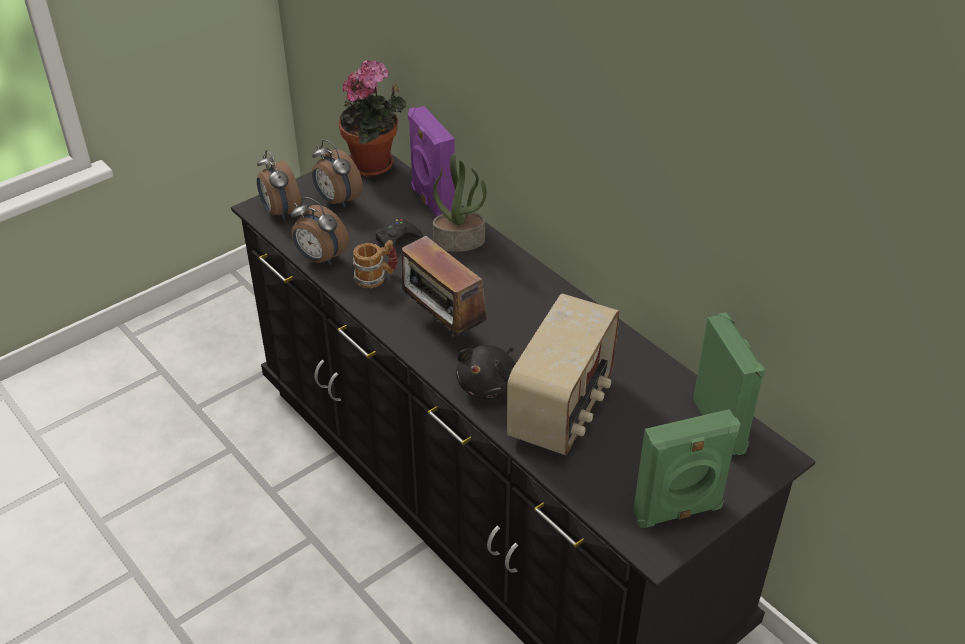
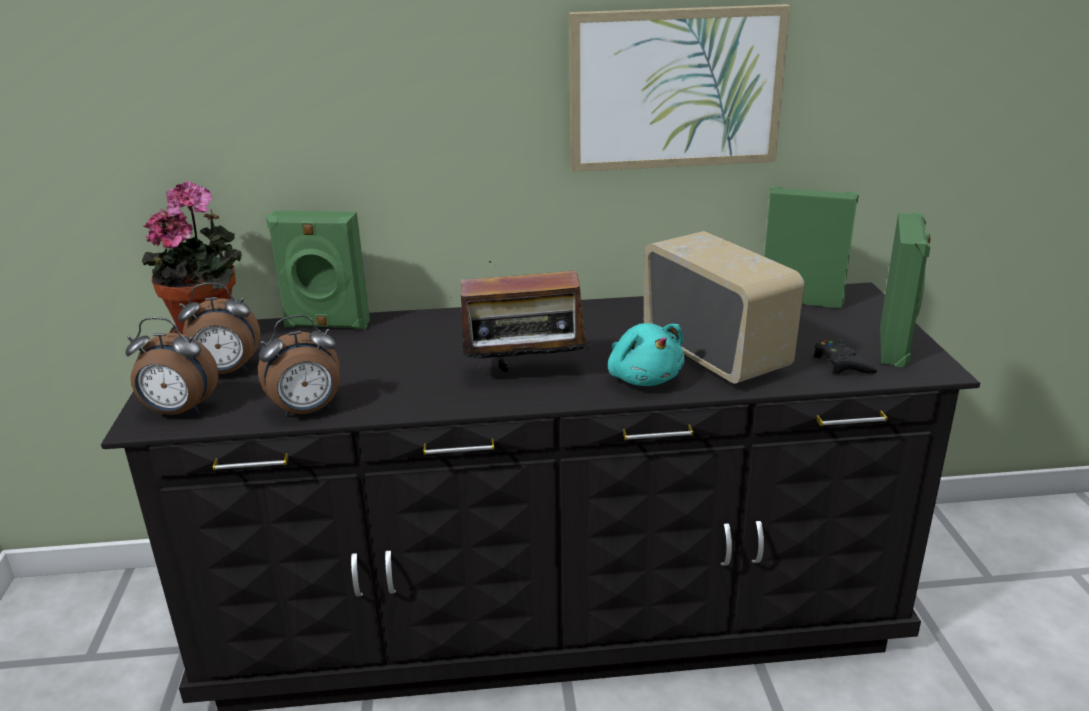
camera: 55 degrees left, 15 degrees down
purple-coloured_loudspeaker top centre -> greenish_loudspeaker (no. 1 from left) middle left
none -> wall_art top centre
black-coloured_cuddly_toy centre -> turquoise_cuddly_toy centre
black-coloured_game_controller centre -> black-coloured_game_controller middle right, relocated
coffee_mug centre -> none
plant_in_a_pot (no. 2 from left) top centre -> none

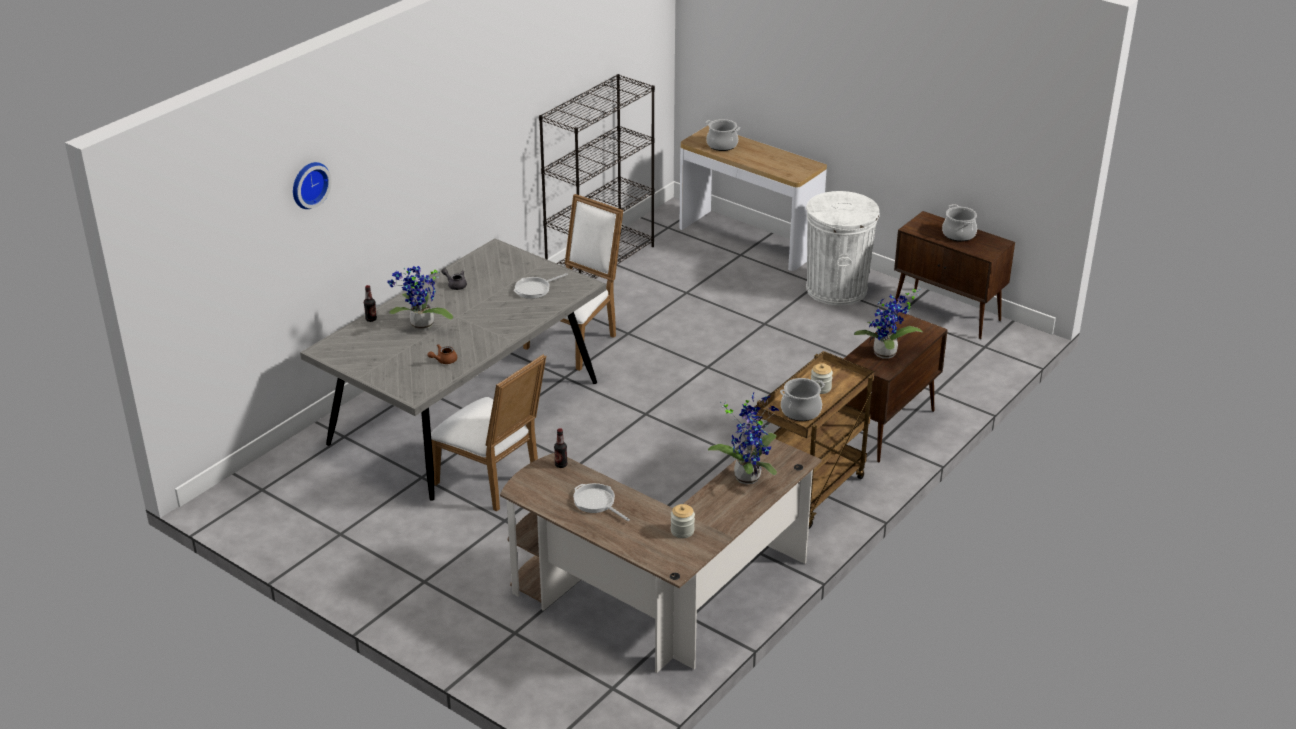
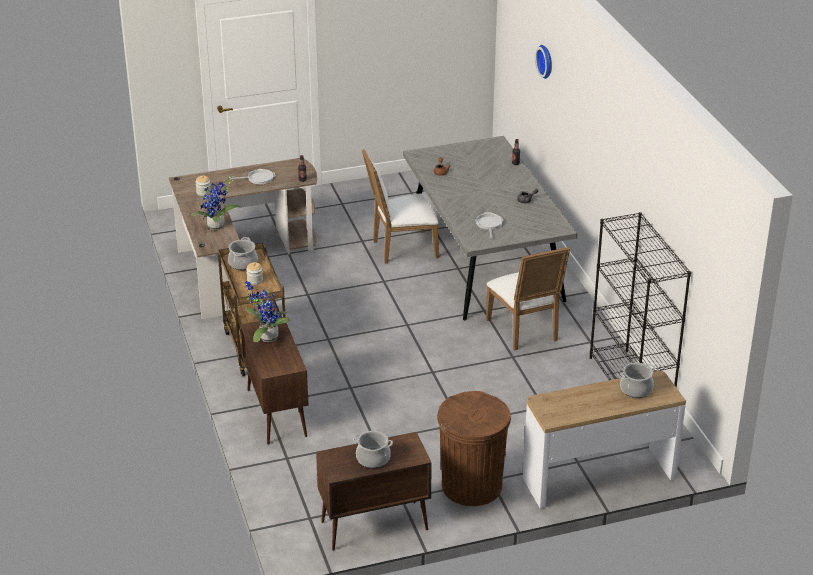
camera: 125 degrees right, 0 degrees up
whitish_trash_can centre -> brown_trash_can bottom centre
plant_in_a_pot (no. 1 from left) middle left -> none

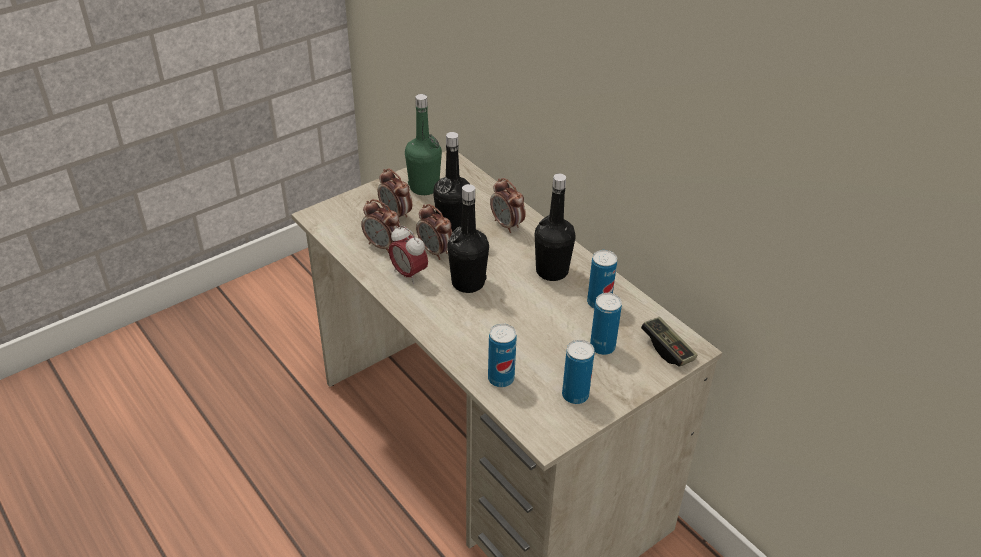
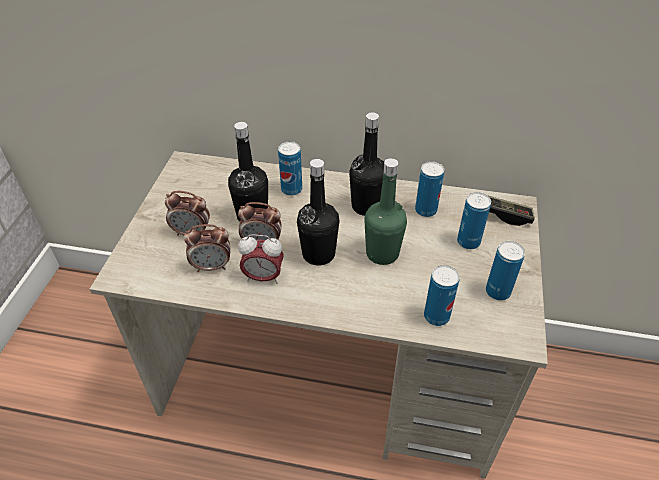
camera: 40 degrees left, 5 degrees up
alarm_clock (no. 5 from left) centre -> can (no. 1 from left) centre
greenish_bottle top centre -> greenish_bottle centre, relocated

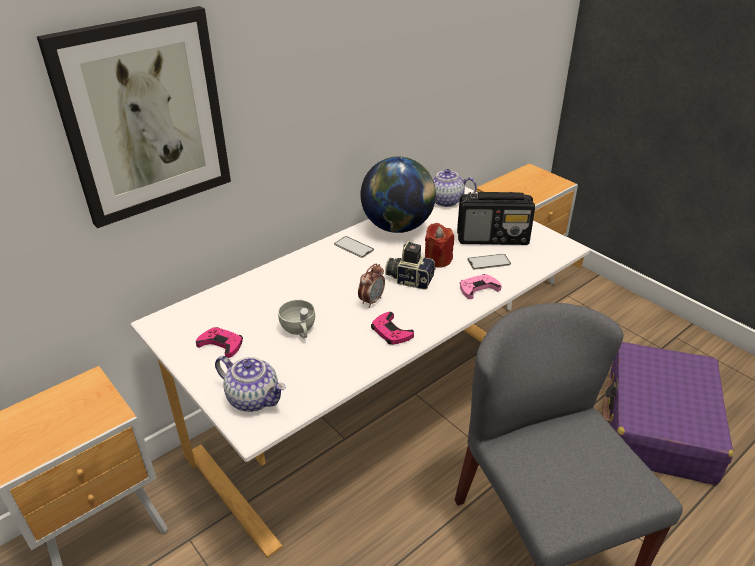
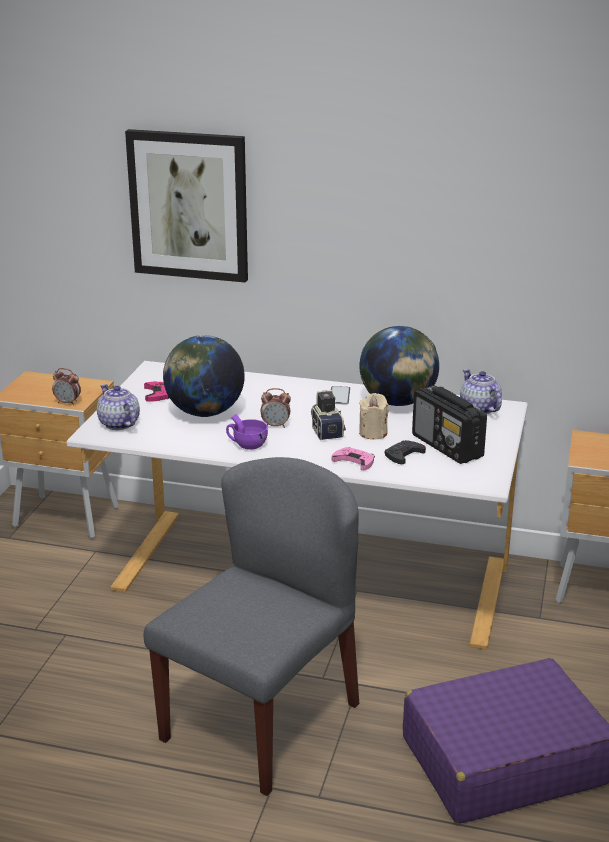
camera: 55 degrees right, 10 degrees down
none -> alarm_clock (no. 1 from left) middle left
teapot (no. 1 from left) bottom left -> teapot (no. 1 from left) middle left, 150 degrees clockwise
whitish_small_cup centre -> desk_globe (no. 1 from left) centre
pinkish_game_controller (no. 2 from left) centre -> purple-coloured_small_cup centre
red_wax_candle centre -> sand-coloured_wax_candle centre
telephone (no. 2 from left) centre -> black-coloured_game_controller centre

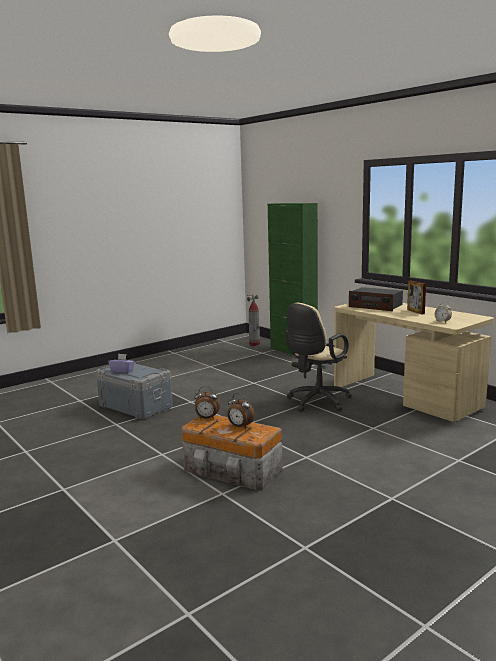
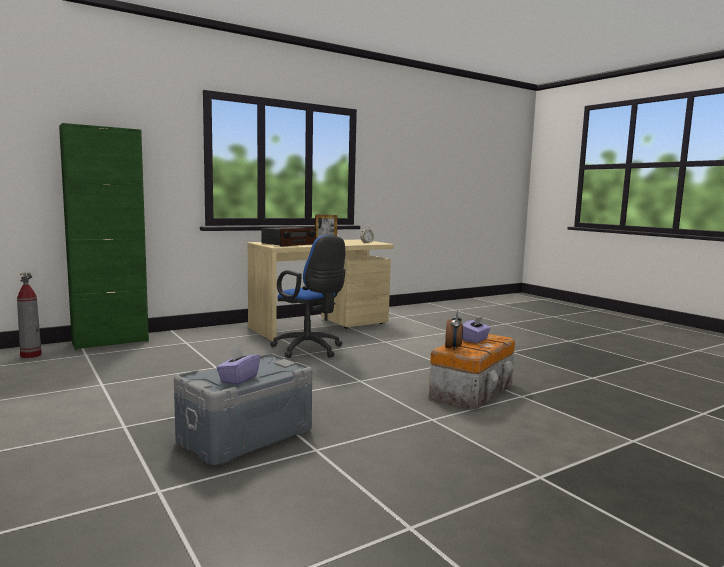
camera: 85 degrees left, 5 degrees down
sand-coloured_office_chair centre -> bluish_office_chair centre
alarm_clock (no. 2 from left) centre -> purple-coloured_box_of_tissues (no. 2 from left) centre

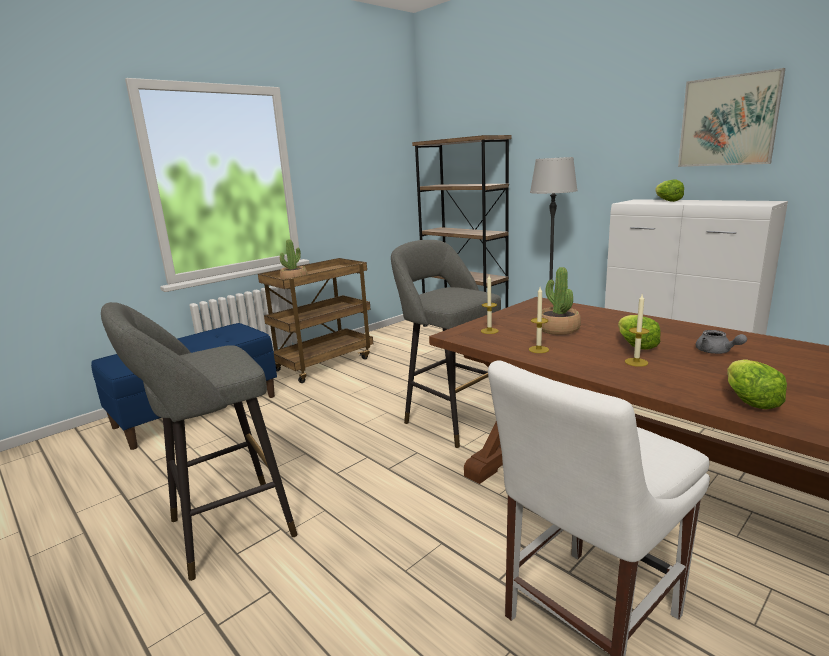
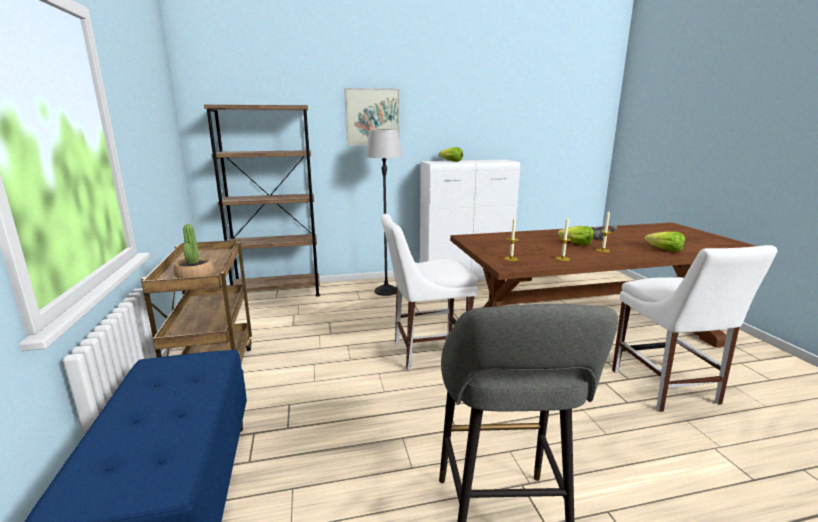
camera: 60 degrees left, 0 degrees up
wall_art top right -> wall_art top centre, relocated
gray_stool_seat (no. 2 from left) centre -> whitish_chair (no. 1 from left) centre
plant_in_a_pot (no. 2 from left) middle right -> none

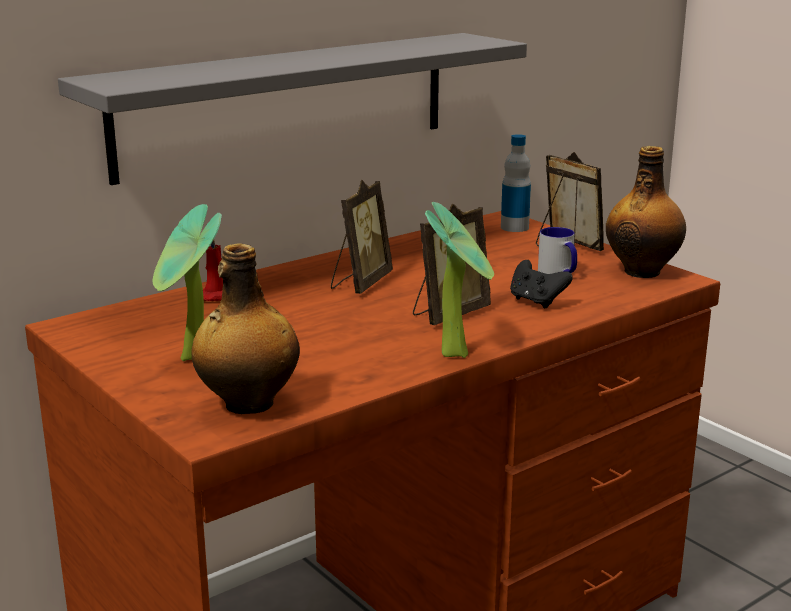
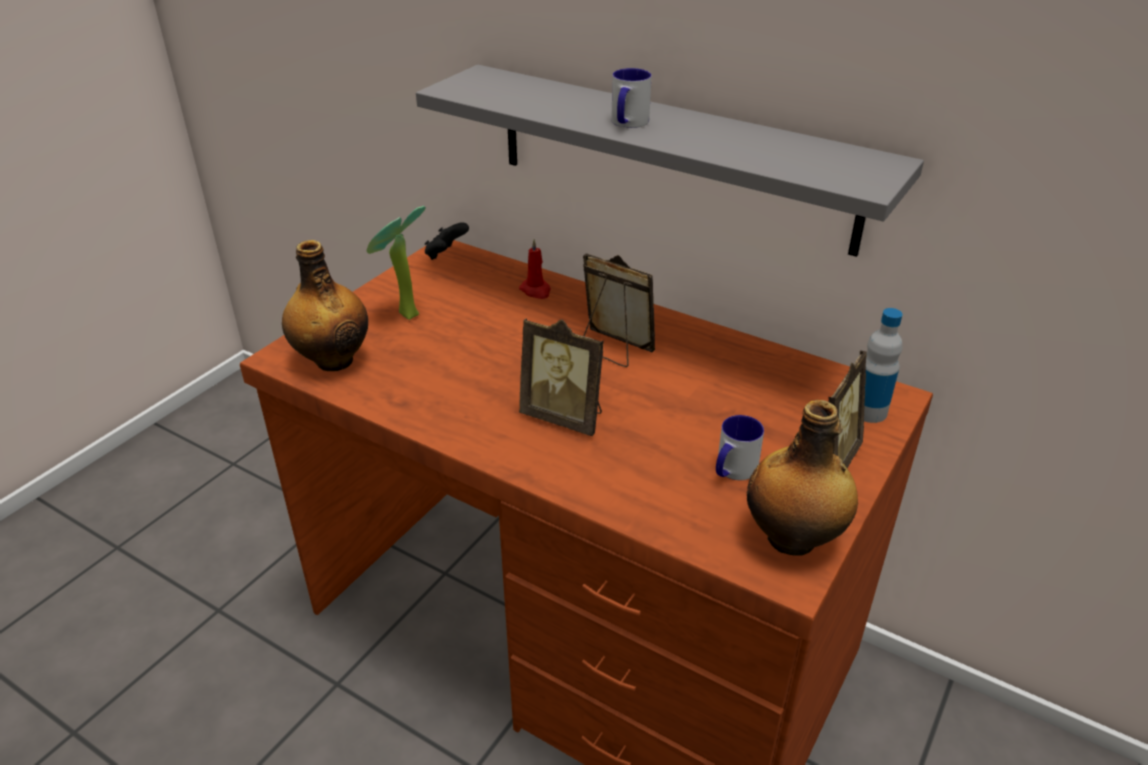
camera: 70 degrees right, 15 degrees up
black-coloured_game_controller middle right -> black-coloured_game_controller top centre, relocated
photo_frame (no. 1 from left in the first image) centre -> photo_frame (no. 2 from left) centre, 150 degrees counterclockwise
none -> coffee_mug (no. 1 from left) top centre
plant_in_a_pot (no. 2 from left) centre -> none

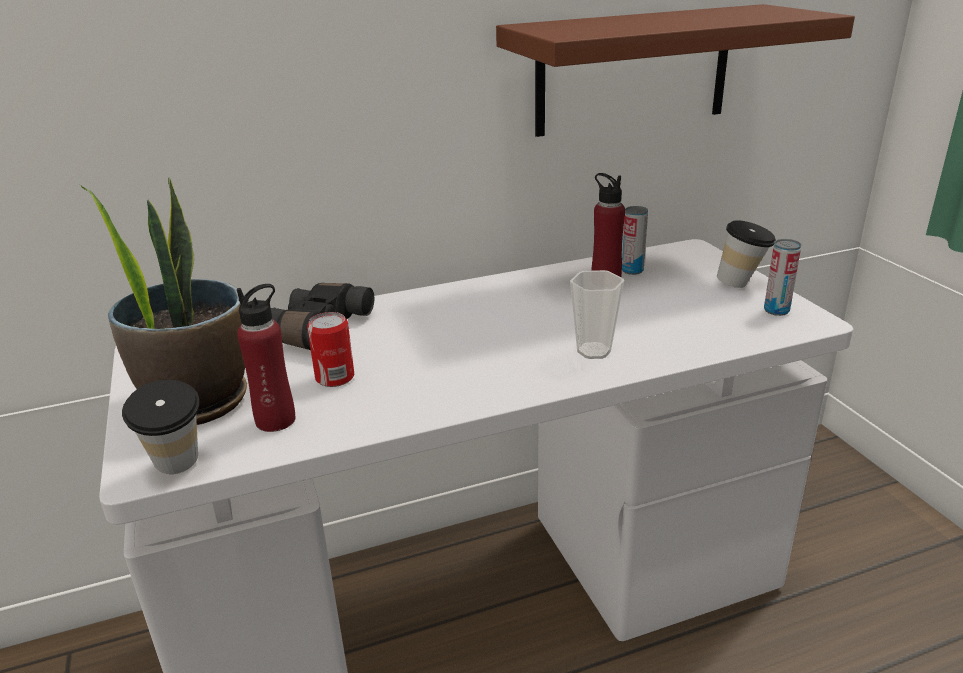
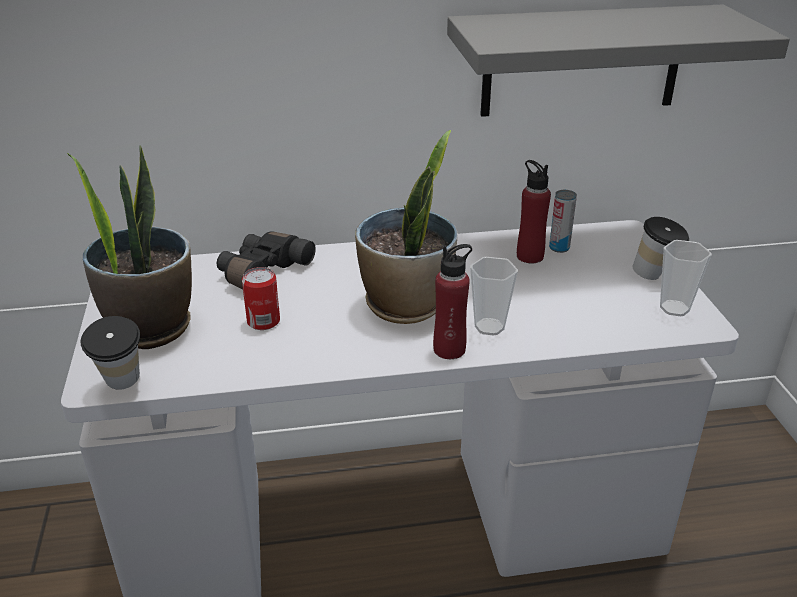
camera: 10 degrees right, 5 degrees up
none -> plant_in_a_pot (no. 2 from left) centre
red_bottle (no. 1 from left) middle left -> red_bottle (no. 1 from left) centre, relocated
brown_shelf top right -> gray_shelf top right
can (no. 3 from left) middle right -> small_cup (no. 4 from left) middle right

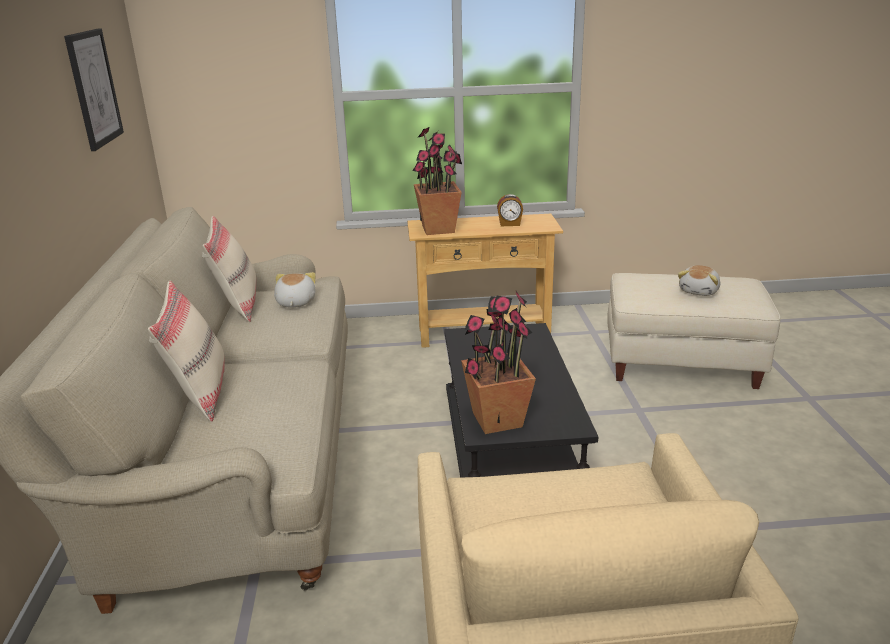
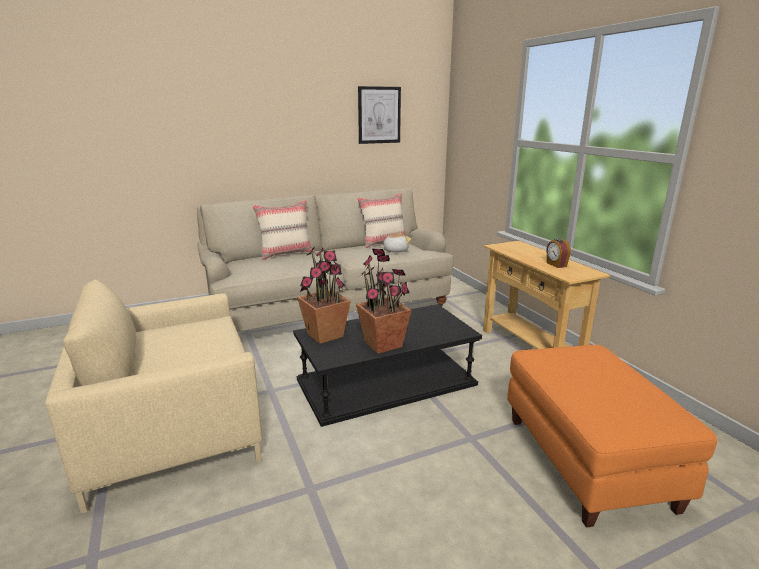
camera: 70 degrees right, 5 degrees down
plant_in_a_pot (no. 1 from left in the first image) top centre -> plant_in_a_pot (no. 2 from left) centre, relocated
sand-coloured_footrest middle right -> orange-coloured_footrest bottom right
cuddly_toy (no. 2 from left) middle right -> none

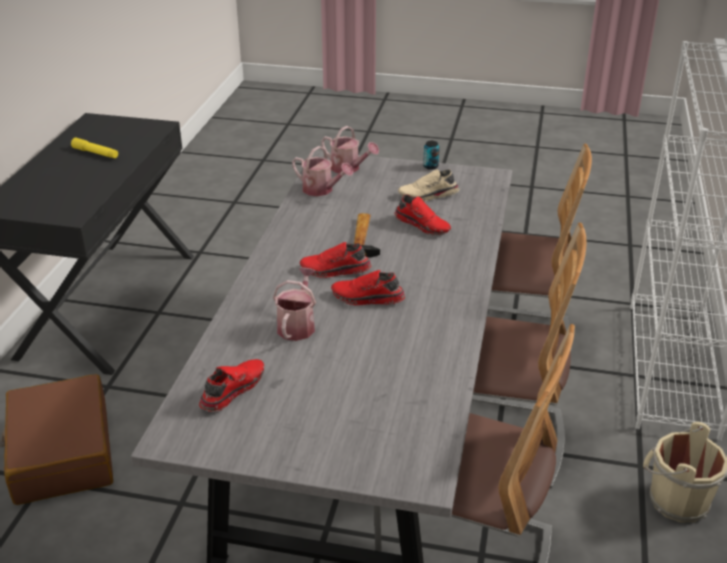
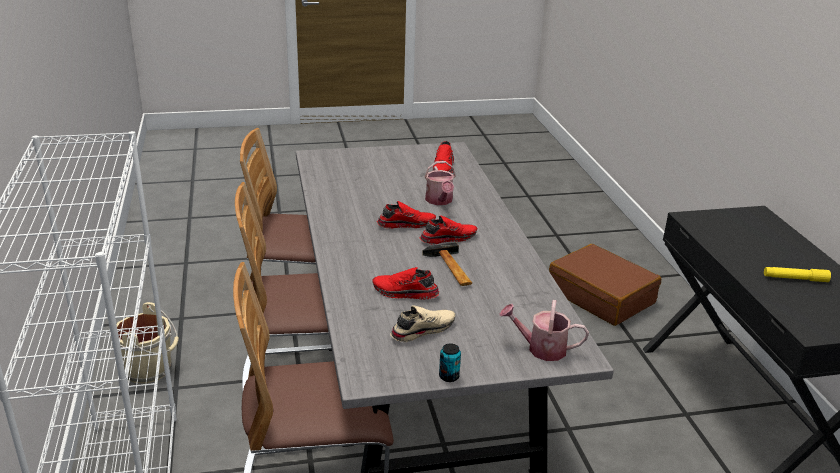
camera: 155 degrees right, 5 degrees down
watering_can (no. 2 from left) top centre -> none

